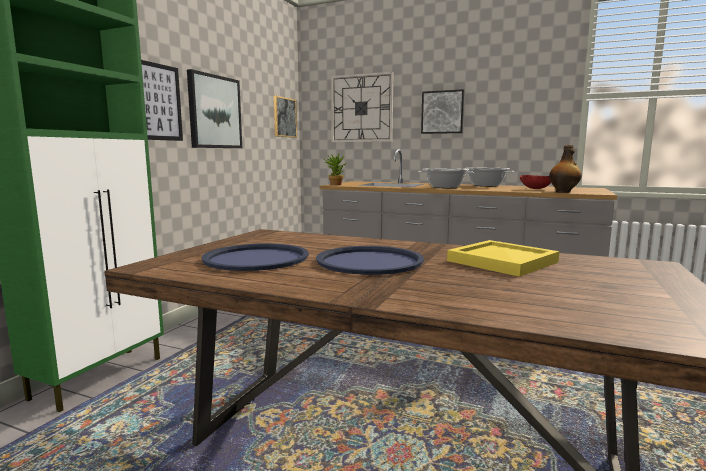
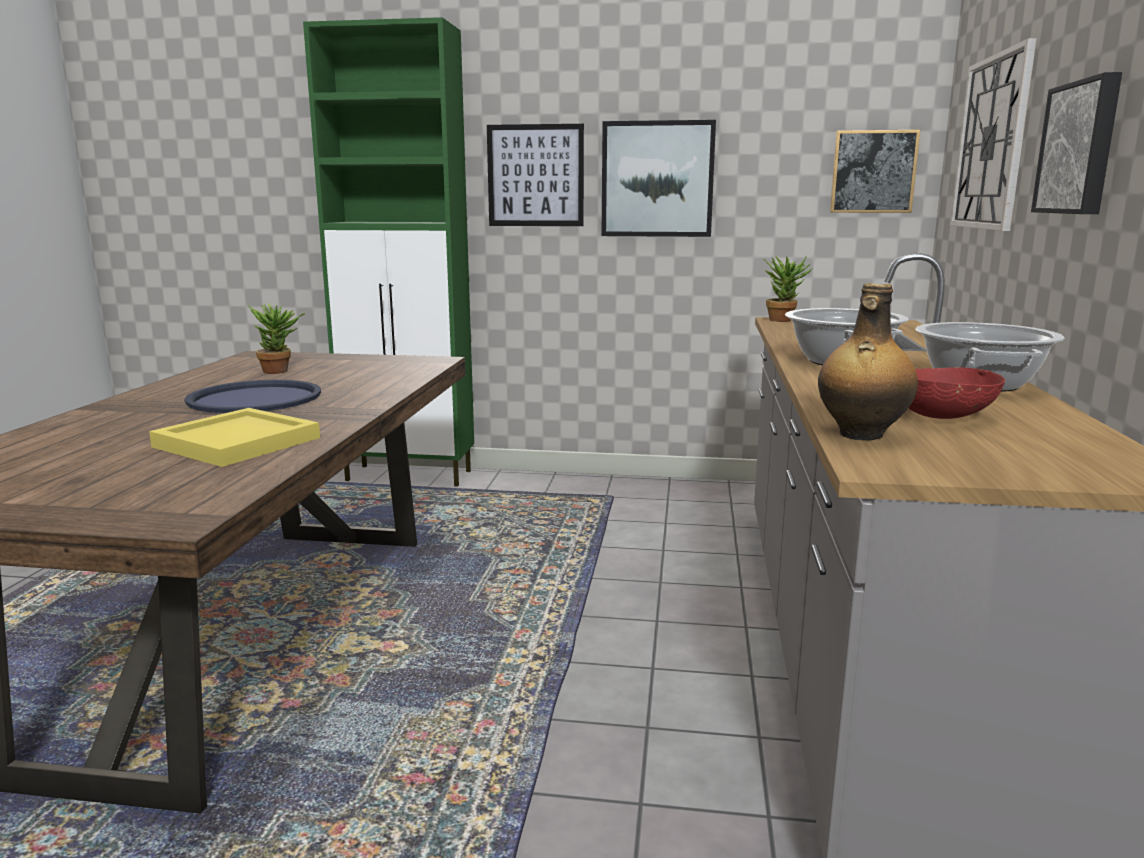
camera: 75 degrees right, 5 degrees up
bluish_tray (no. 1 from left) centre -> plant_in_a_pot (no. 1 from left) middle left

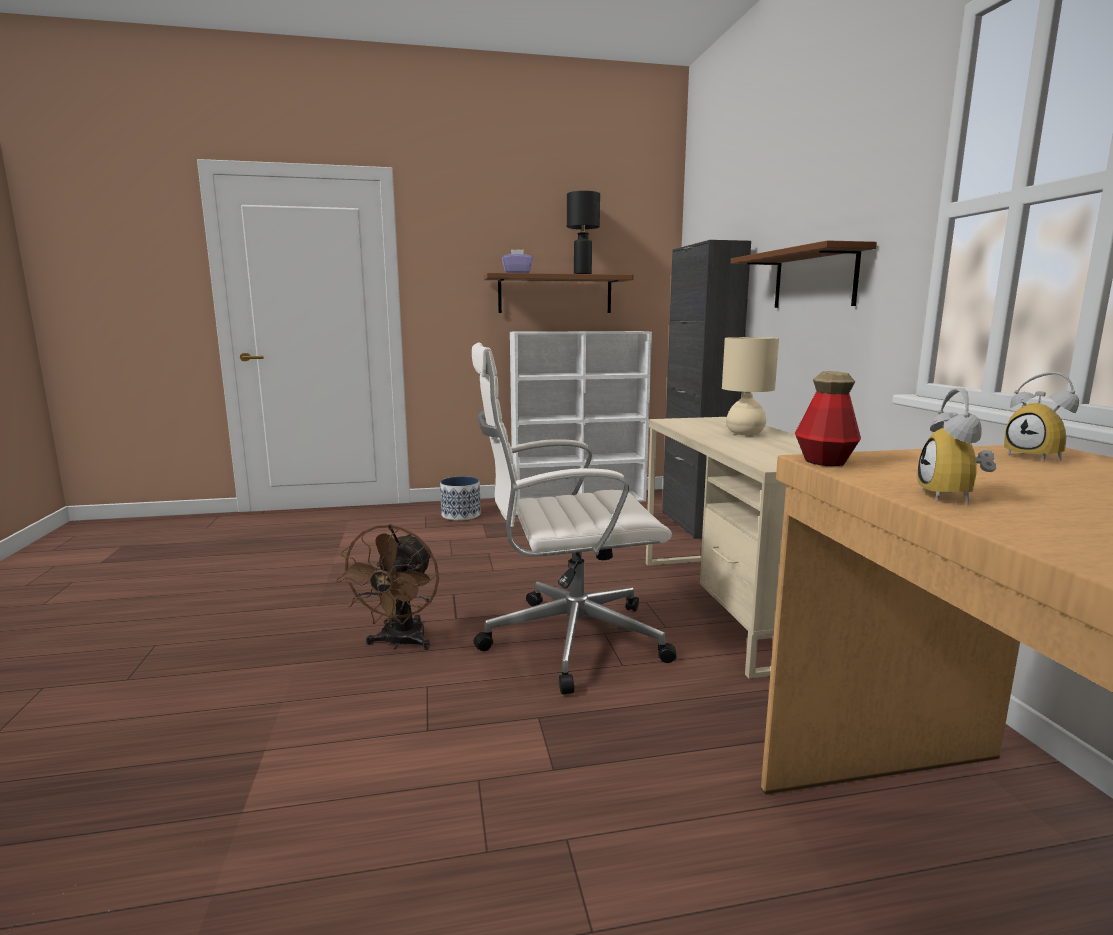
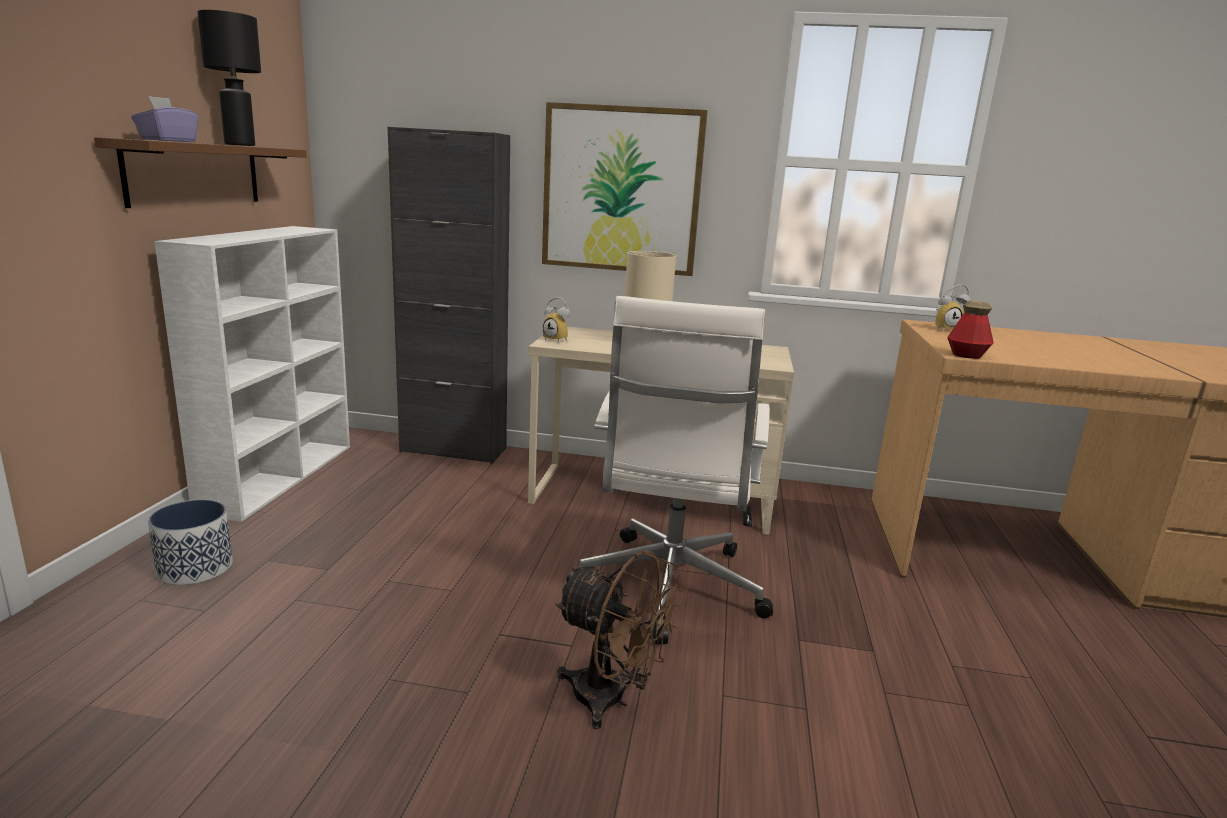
camera: 70 degrees left, 5 degrees up
brown_shelf (no. 2 from left) top right -> wall_art top centre
alarm_clock (no. 1 from left) middle right -> alarm_clock (no. 1 from left) centre, relocated

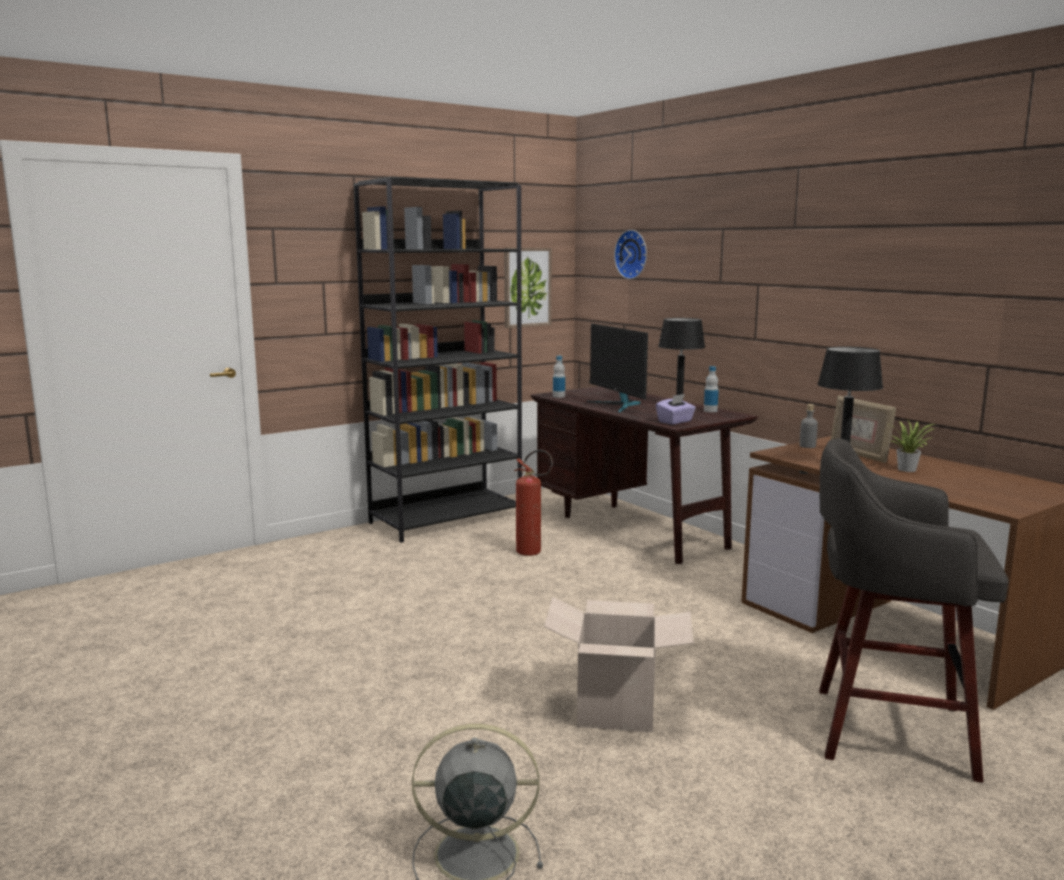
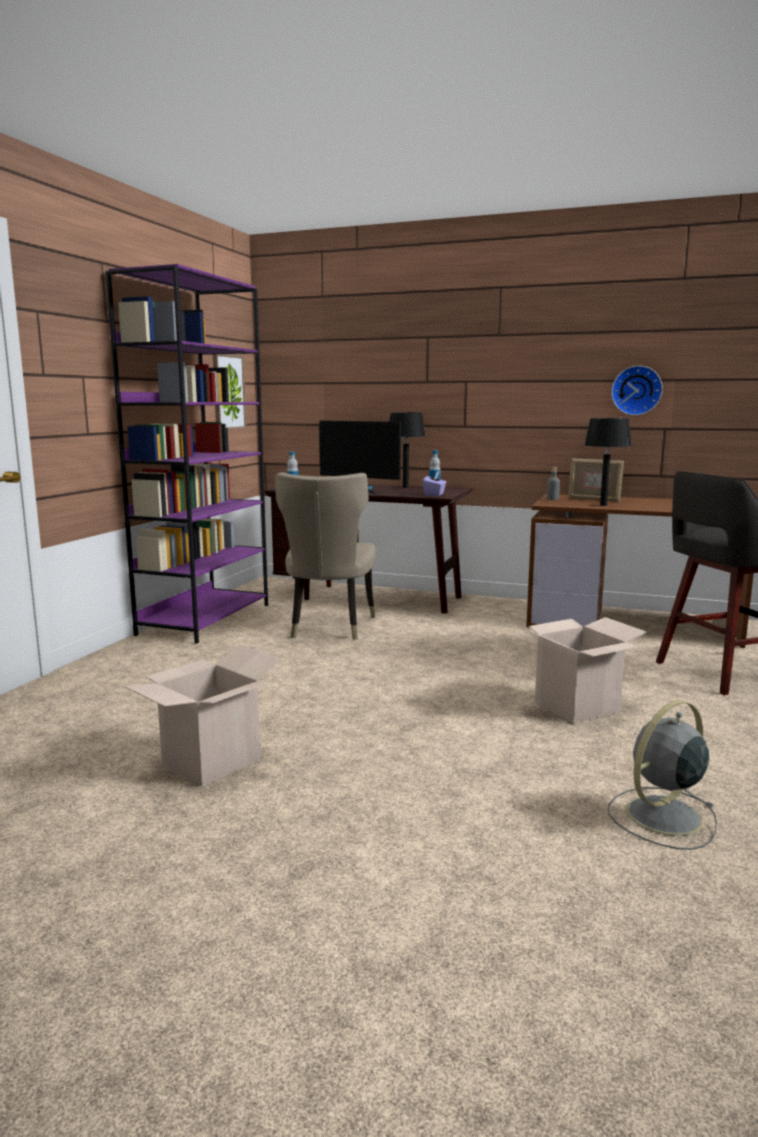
camera: 35 degrees left, 0 degrees up
black-coloured_shelving_unit centre -> purple-coloured_shelving_unit middle left
none -> packing_box (no. 1 from left) middle left
extinguisher centre -> sand-coloured_chair centre
wall_clock top centre -> wall_clock middle right, relocated
plant_in_a_pot middle right -> none

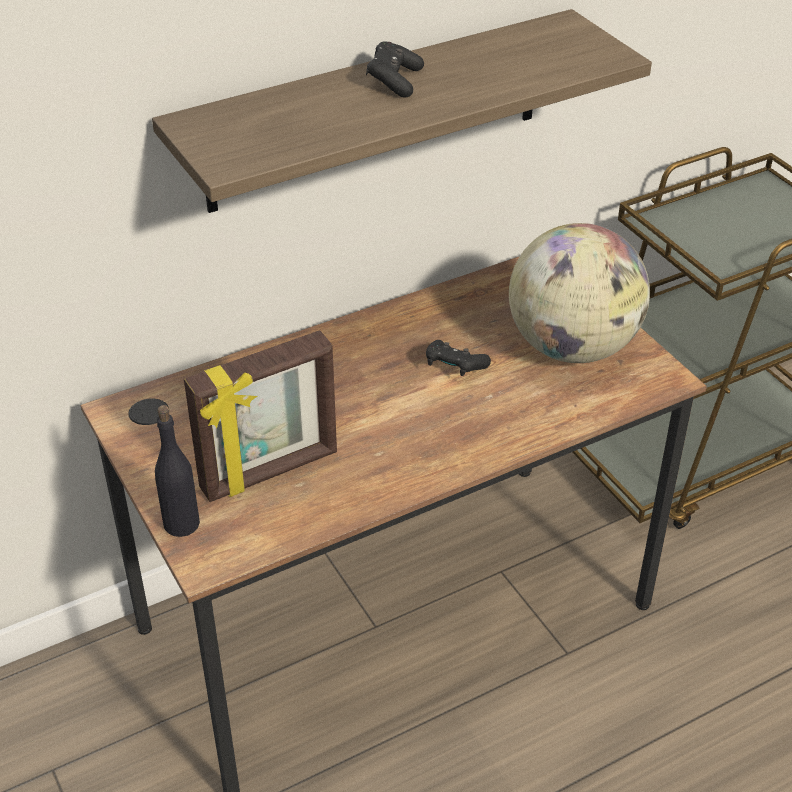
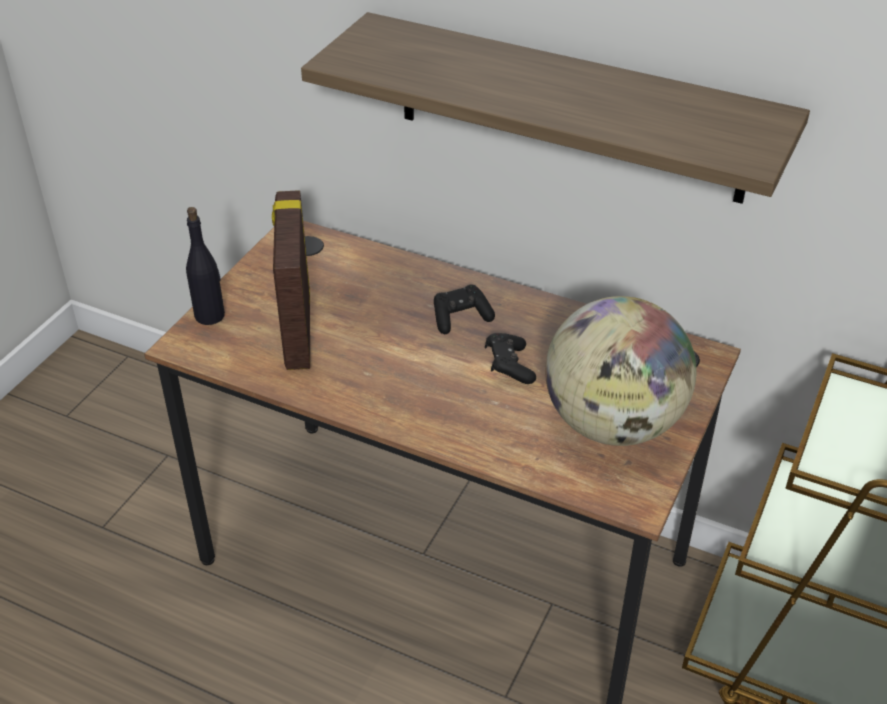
camera: 55 degrees right, 0 degrees up
photo_frame middle left, 60 degrees clockwise
black-coloured_game_controller (no. 1 from left) top centre -> black-coloured_game_controller (no. 1 from left) centre, relocated

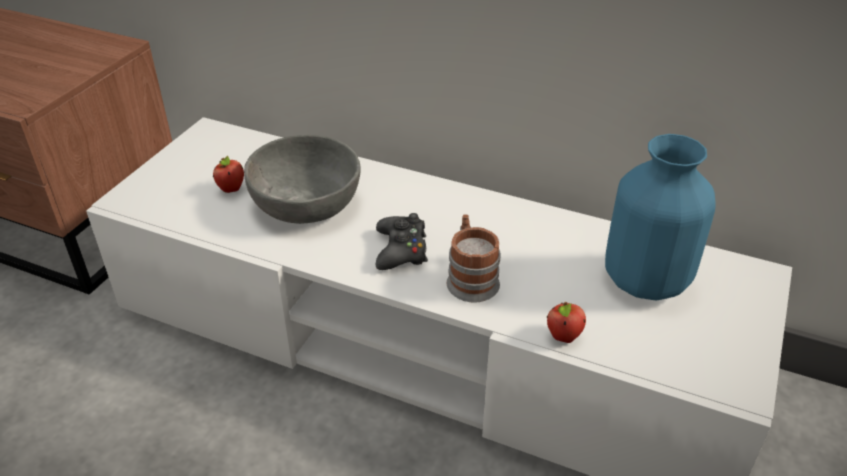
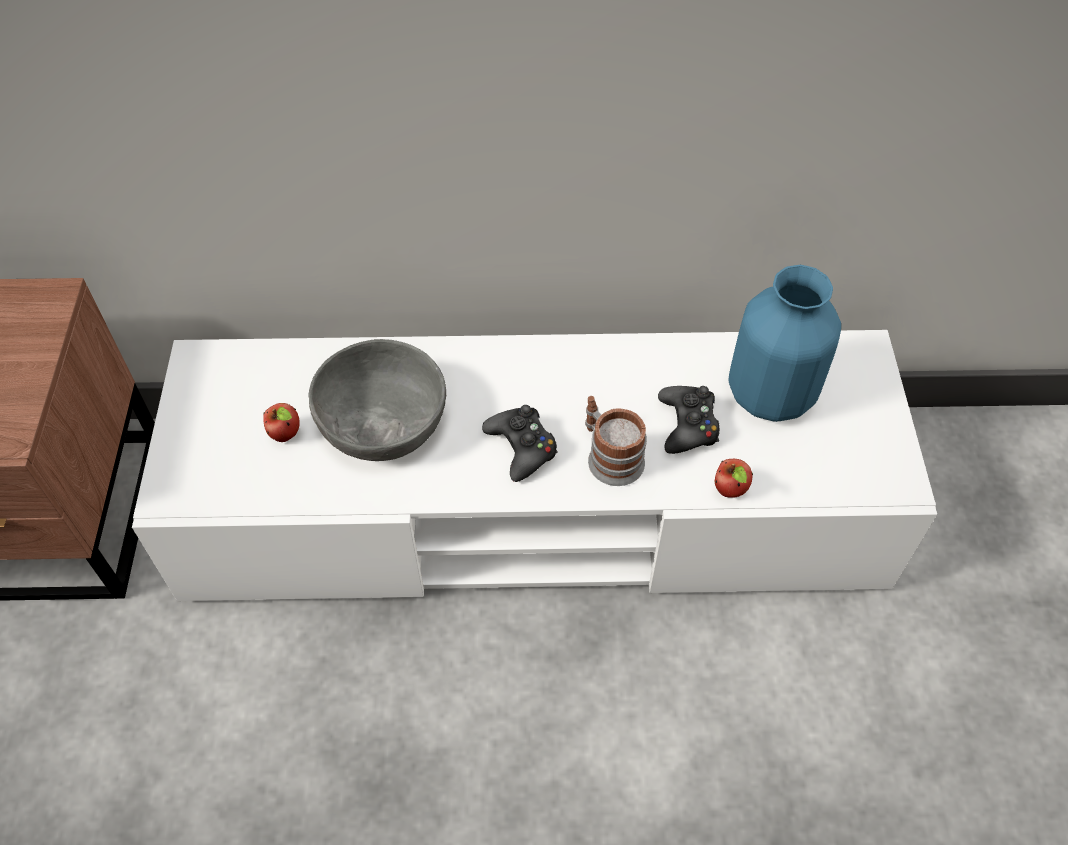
camera: 25 degrees left, 15 degrees up
none -> black-coloured_game_controller (no. 2 from left) centre

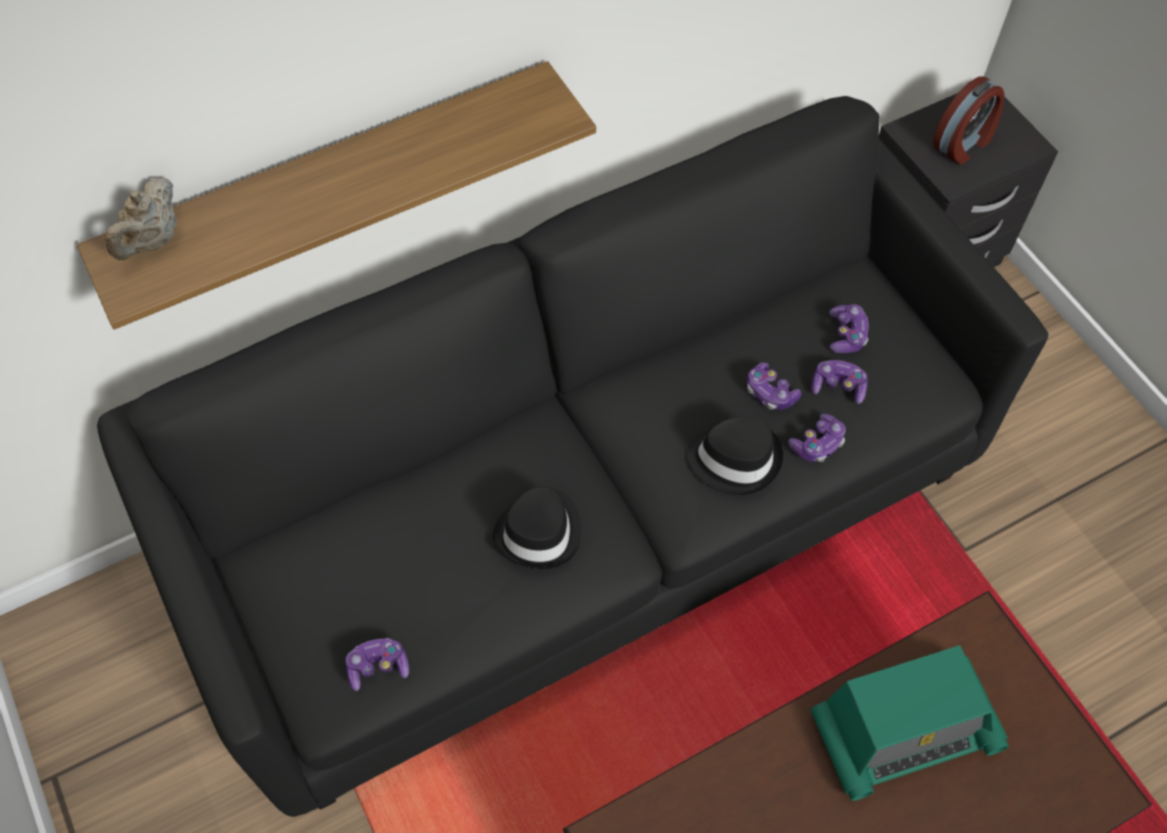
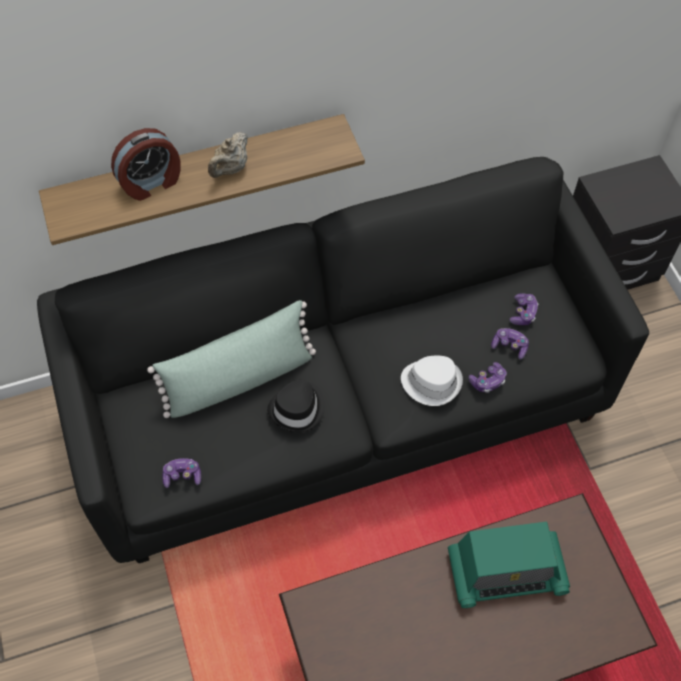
camera: 10 degrees right, 0 degrees up
alarm_clock top right -> alarm_clock top left, relocated
none -> greenish_pillow centre
sand-coloured_teapot top left -> sand-coloured_teapot top centre, relocated
black-coloured_wearable_hat (no. 2 from left) centre -> whitish_wearable_hat centre
game_controller (no. 2 from left) centre -> none

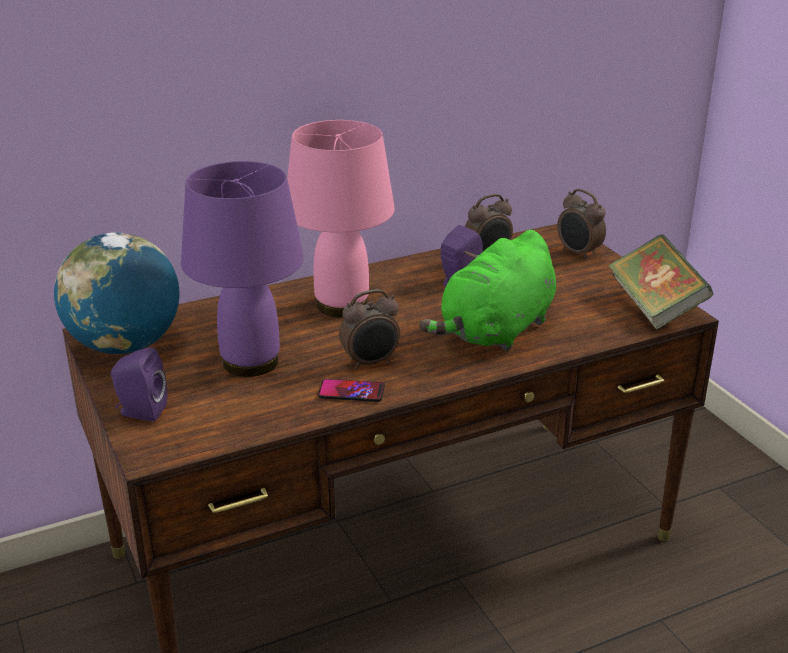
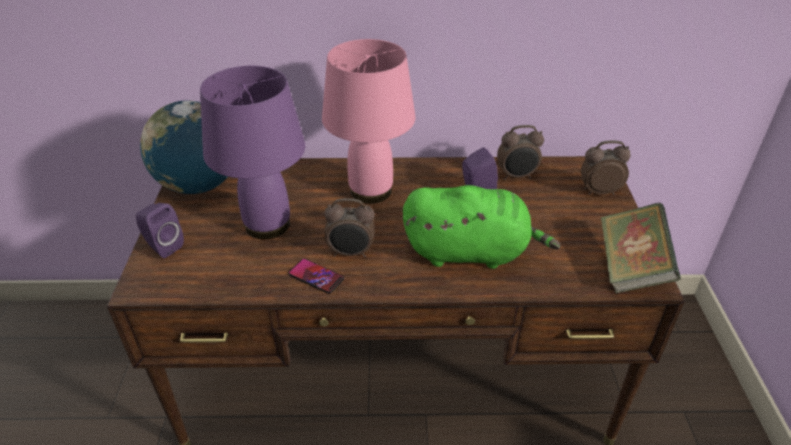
camera: 25 degrees right, 10 degrees up
greenish_cuddly_toy centre, 150 degrees counterclockwise
alarm_clock (no. 3 from left) middle right, 105 degrees clockwise

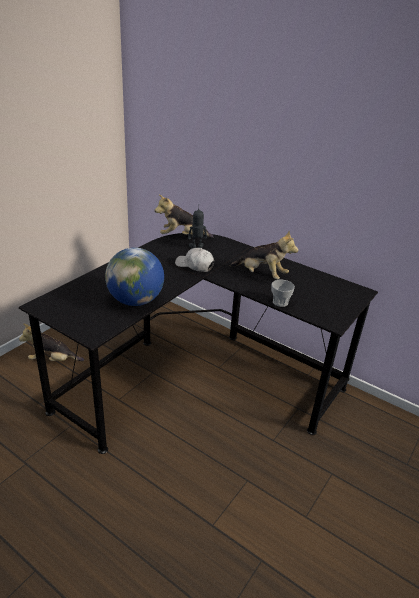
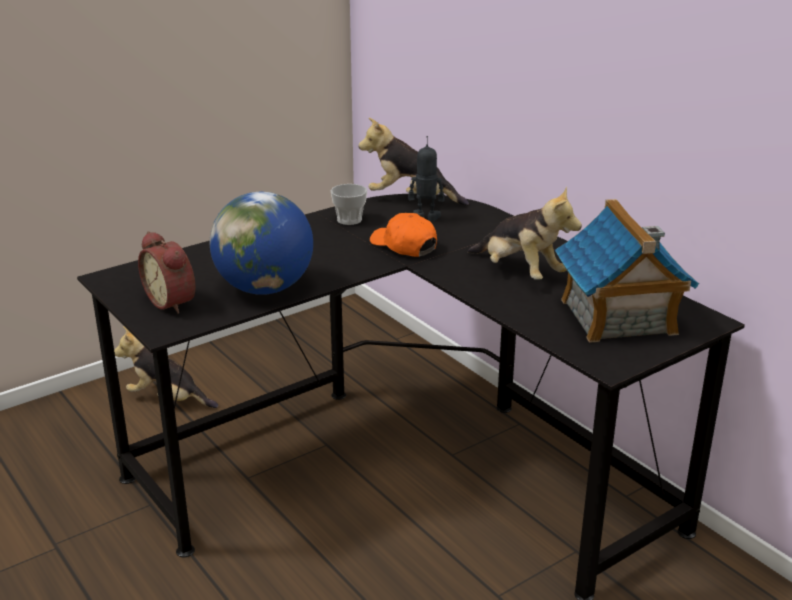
camera: 20 degrees right, 5 degrees down
none -> alarm_clock middle left
small_cup middle right -> small_cup centre, relocated
whitish_cap centre -> orange-coloured_cap centre
none -> miniature_house middle right

